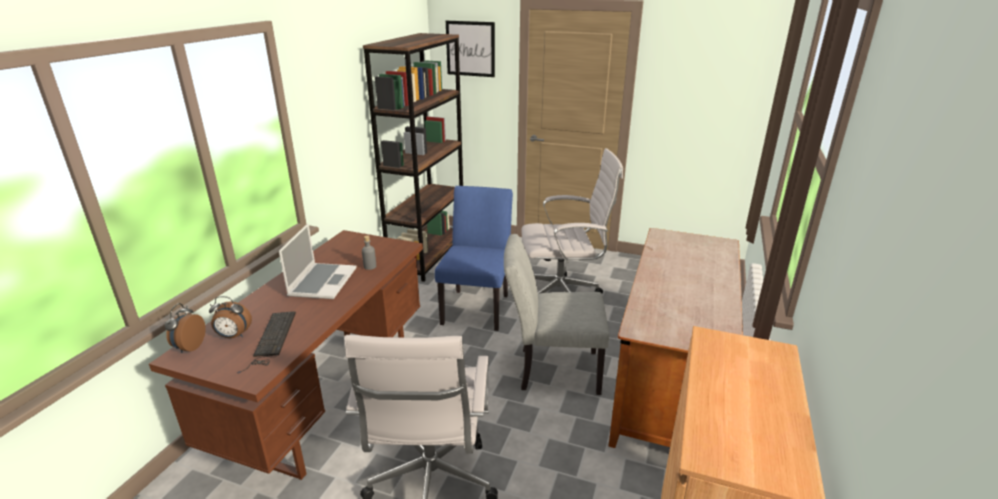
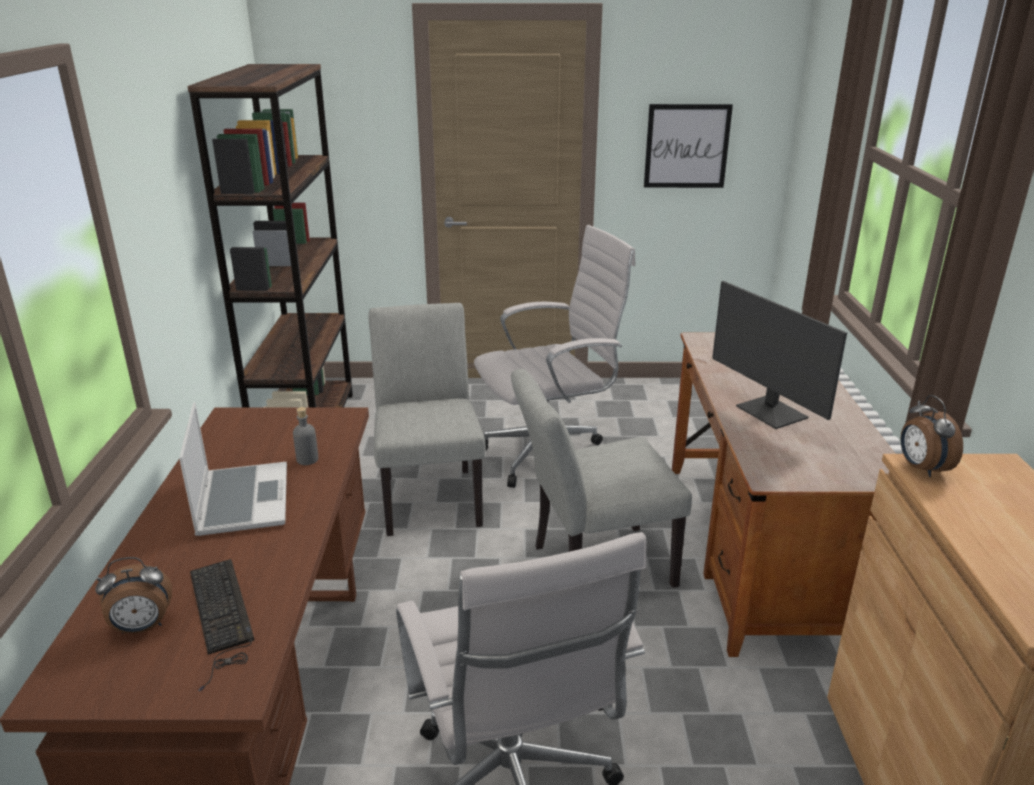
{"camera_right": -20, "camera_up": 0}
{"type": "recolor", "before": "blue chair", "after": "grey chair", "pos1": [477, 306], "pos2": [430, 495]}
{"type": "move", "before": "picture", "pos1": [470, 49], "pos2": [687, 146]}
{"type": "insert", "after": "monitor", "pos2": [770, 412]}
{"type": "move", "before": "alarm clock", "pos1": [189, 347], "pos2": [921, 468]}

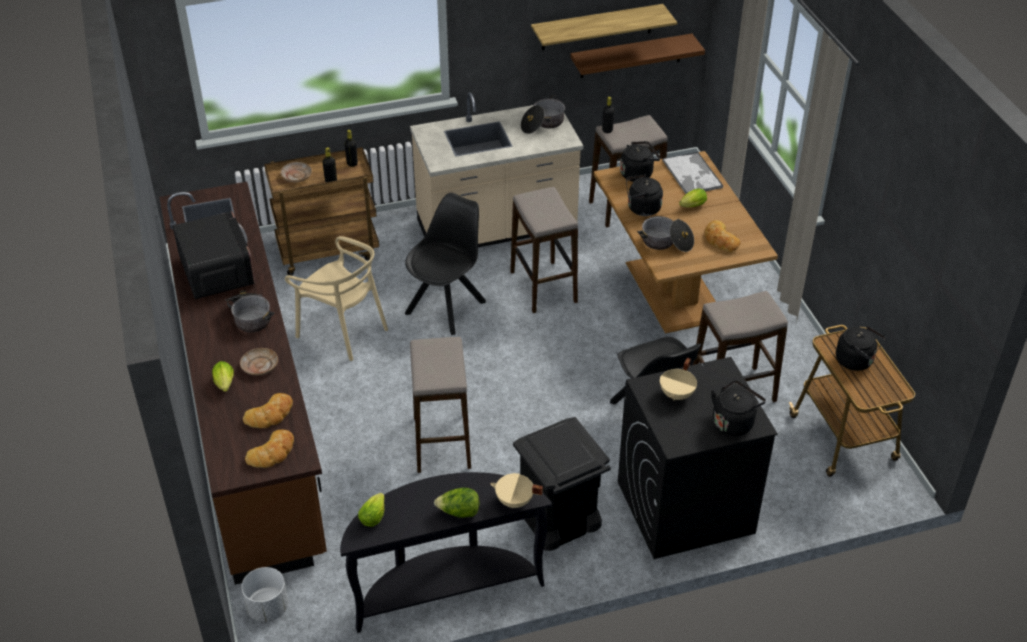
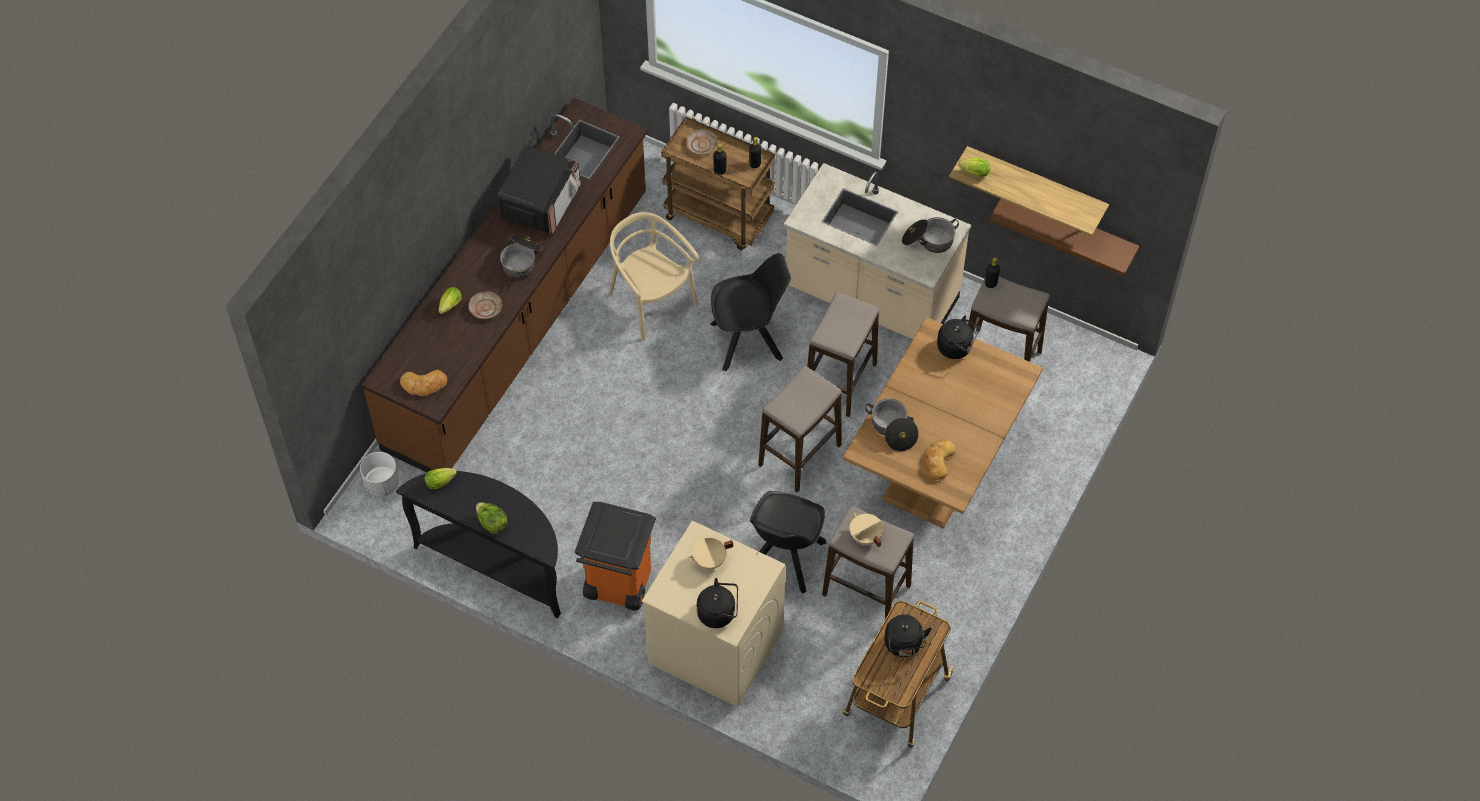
{"camera_right": 45, "camera_up": 15}
{"type": "recolor", "before": "black trash can", "after": "orange trash can", "pos1": [559, 525], "pos2": [617, 585]}
{"type": "rotate", "before": "beige chair", "pos1": [343, 331], "pos2": [651, 302], "turn": 150}
{"type": "recolor", "before": "black washing machine", "after": "beige washing machine", "pos1": [684, 508], "pos2": [714, 646]}
{"type": "move", "before": "stool", "pos1": [441, 443], "pos2": [799, 455]}
{"type": "move", "before": "beige cooking pot", "pos1": [514, 501], "pos2": [865, 537]}
{"type": "move", "before": "lettuce", "pos1": [691, 206], "pos2": [973, 172]}
{"type": "delete", "before": "bread", "pos1": [270, 415]}
{"type": "delete", "before": "black kettle", "pos1": [641, 209]}
{"type": "delete", "before": "tray", "pos1": [692, 174]}

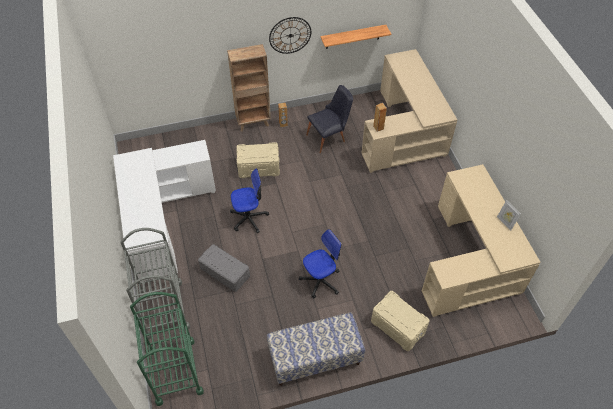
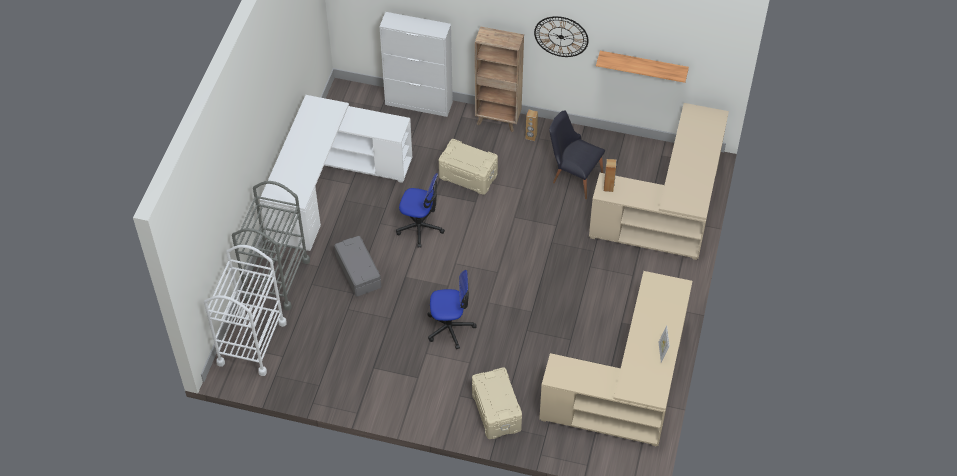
{"camera_right": 30, "camera_up": 0}
{"type": "recolor", "before": "green cart", "after": "white cart", "pos1": [175, 371], "pos2": [252, 343]}
{"type": "insert", "after": "white cabinet", "pos2": [419, 103]}
{"type": "rotate", "before": "black chair", "pos1": [329, 137], "pos2": [573, 176], "turn": -150}
{"type": "delete", "before": "bench", "pos1": [315, 359]}

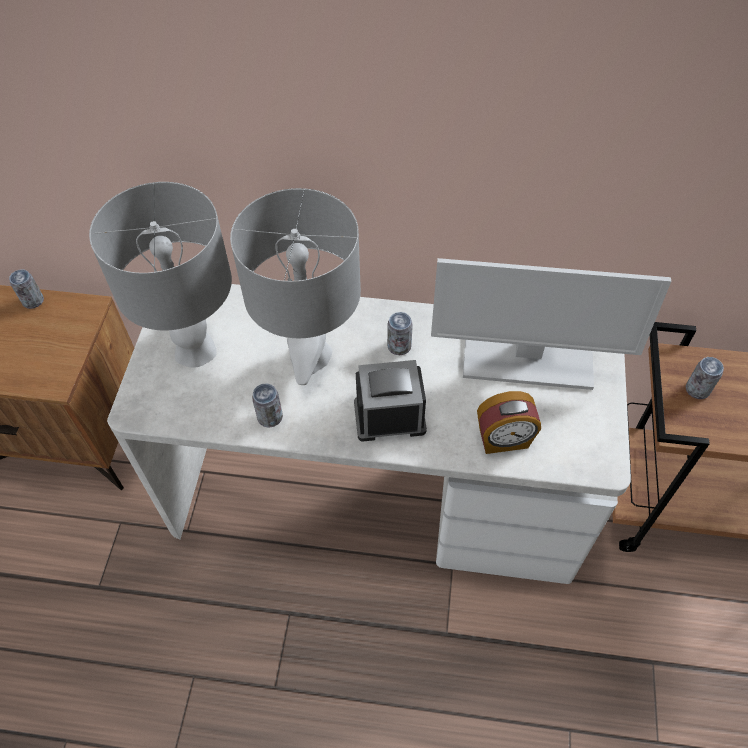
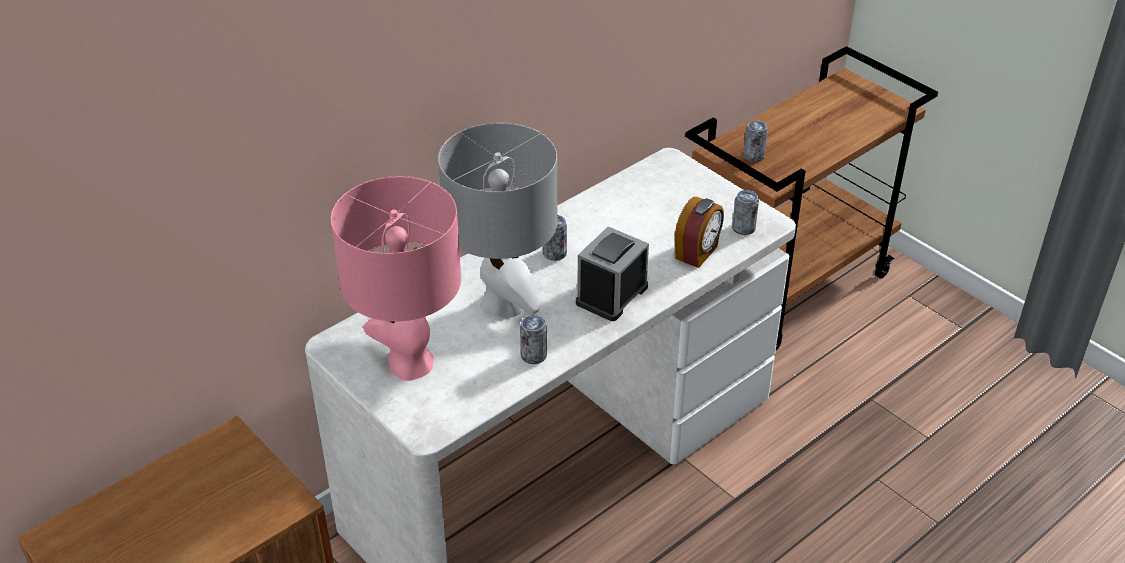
{"camera_right": -50, "camera_up": -15}
{"type": "recolor", "before": "grey table lamp", "after": "pink table lamp", "pos1": [195, 349], "pos2": [409, 363]}
{"type": "move", "before": "can", "pos1": [33, 301], "pos2": [743, 228]}
{"type": "delete", "before": "monitor", "pos1": [526, 359]}

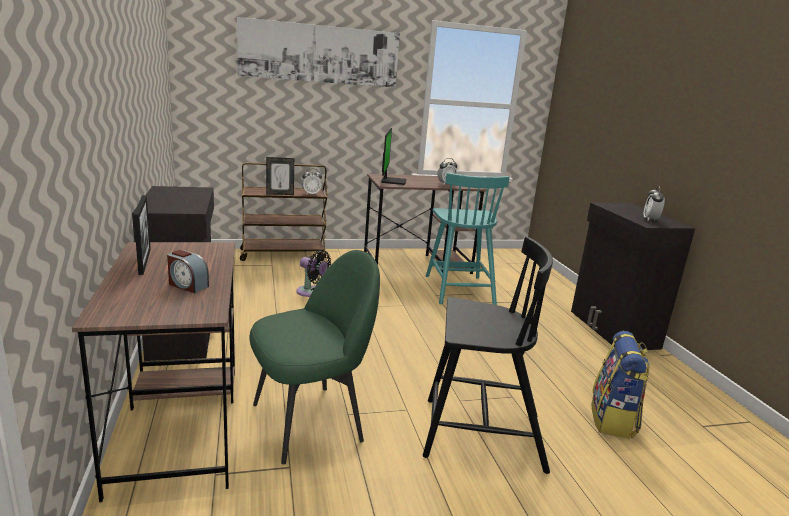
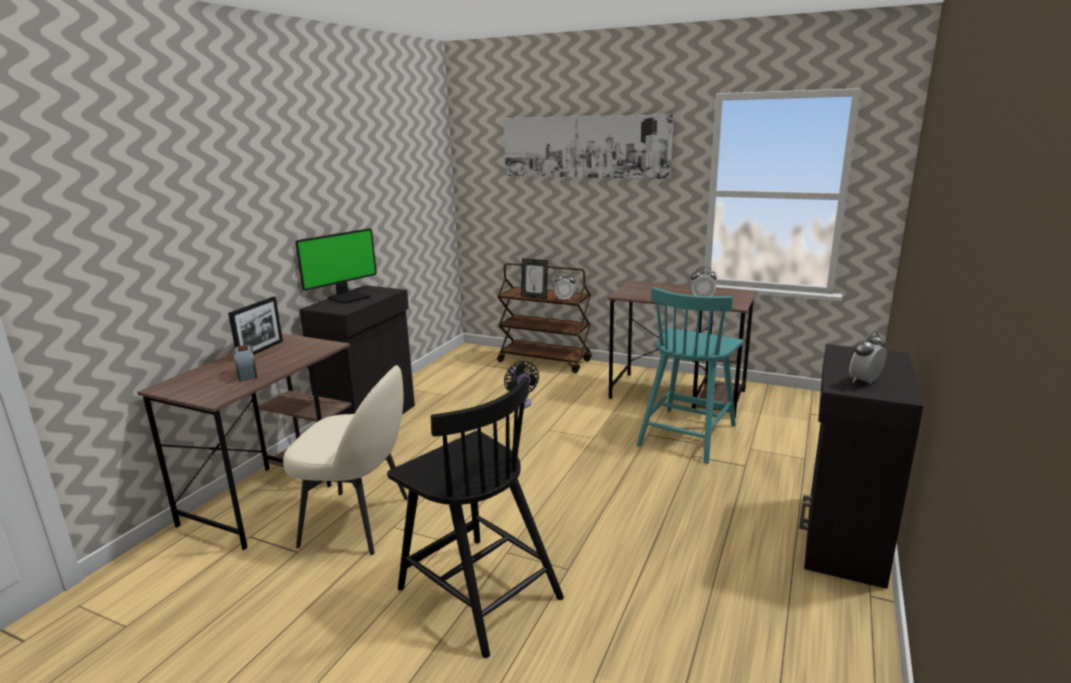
{"camera_right": 40, "camera_up": 0}
{"type": "recolor", "before": "green chair", "after": "beige chair", "pos1": [310, 421], "pos2": [359, 522]}
{"type": "move", "before": "monitor", "pos1": [392, 181], "pos2": [348, 297]}
{"type": "delete", "before": "backpack", "pos1": [613, 420]}

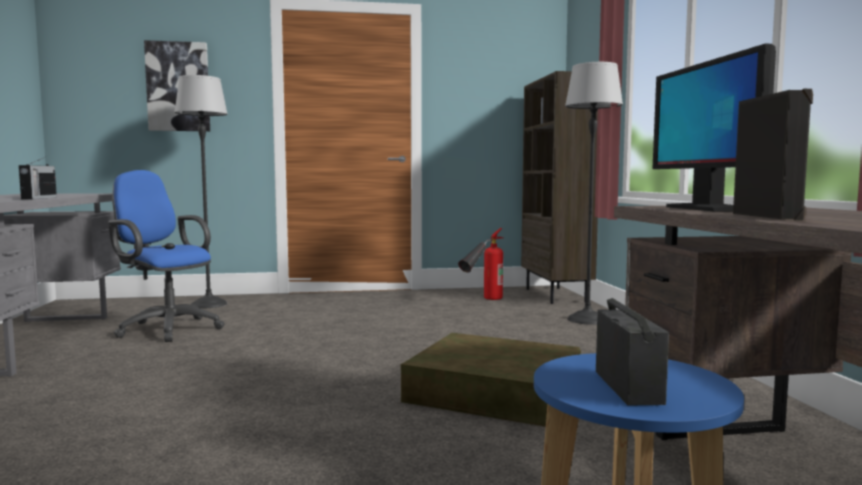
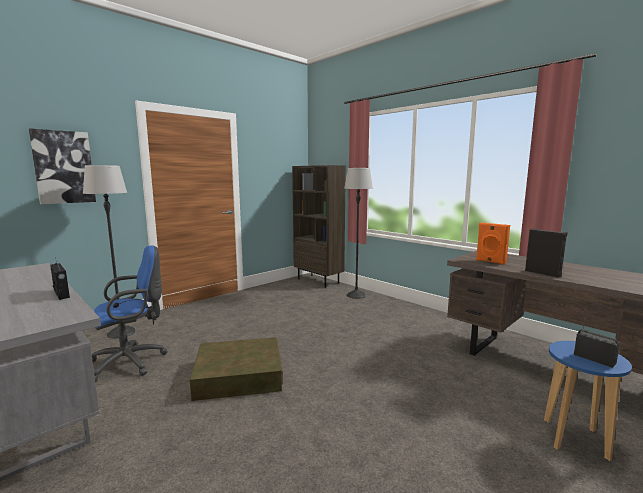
{"camera_right": -35, "camera_up": 5}
{"type": "rotate", "before": "blue office chair", "pos1": [166, 328], "pos2": [132, 362], "turn": 150}
{"type": "move", "before": "brown storage box", "pos1": [493, 391], "pos2": [238, 374]}
{"type": "replace", "before": "monitor", "after": "orange speaker", "pos1": [706, 209], "pos2": [490, 262]}
{"type": "delete", "before": "fire extinguisher", "pos1": [483, 301]}

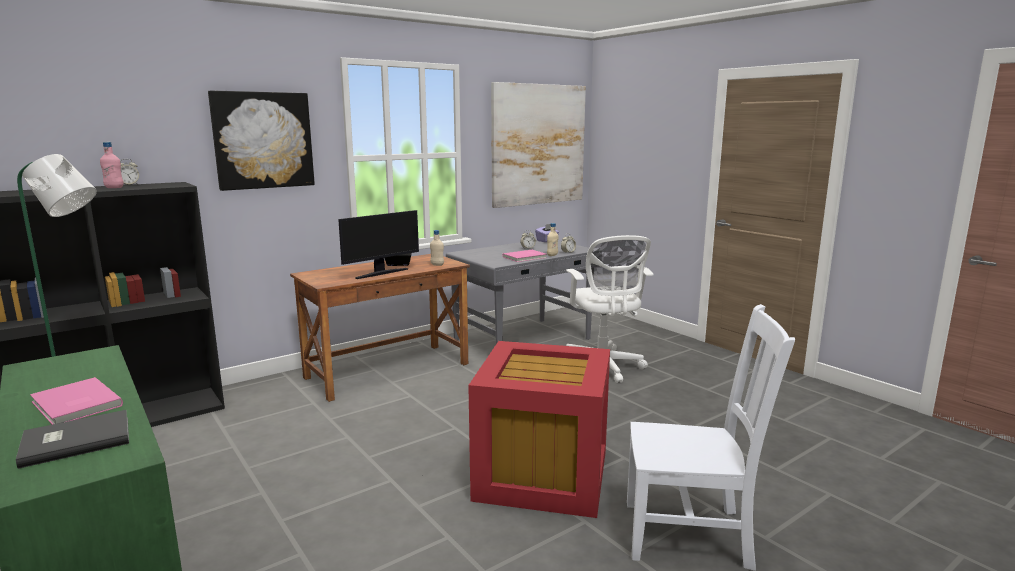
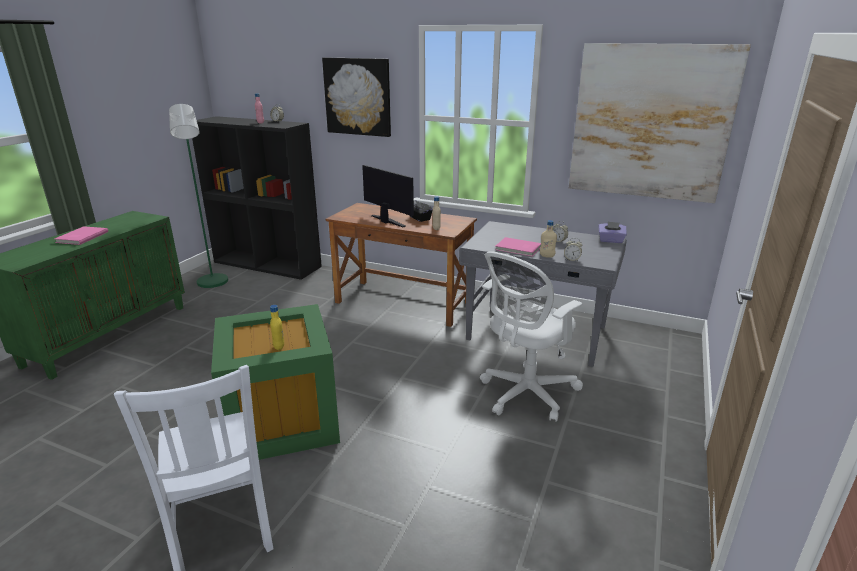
{"camera_right": 60, "camera_up": 10}
{"type": "recolor", "before": "red storage box", "after": "green storage box", "pos1": [544, 476], "pos2": [280, 422]}
{"type": "insert", "after": "yellow bottle", "pos2": [279, 347]}
{"type": "rotate", "before": "monitor", "pos1": [381, 273], "pos2": [386, 221], "turn": -150}
{"type": "delete", "before": "grey book", "pos1": [75, 440]}

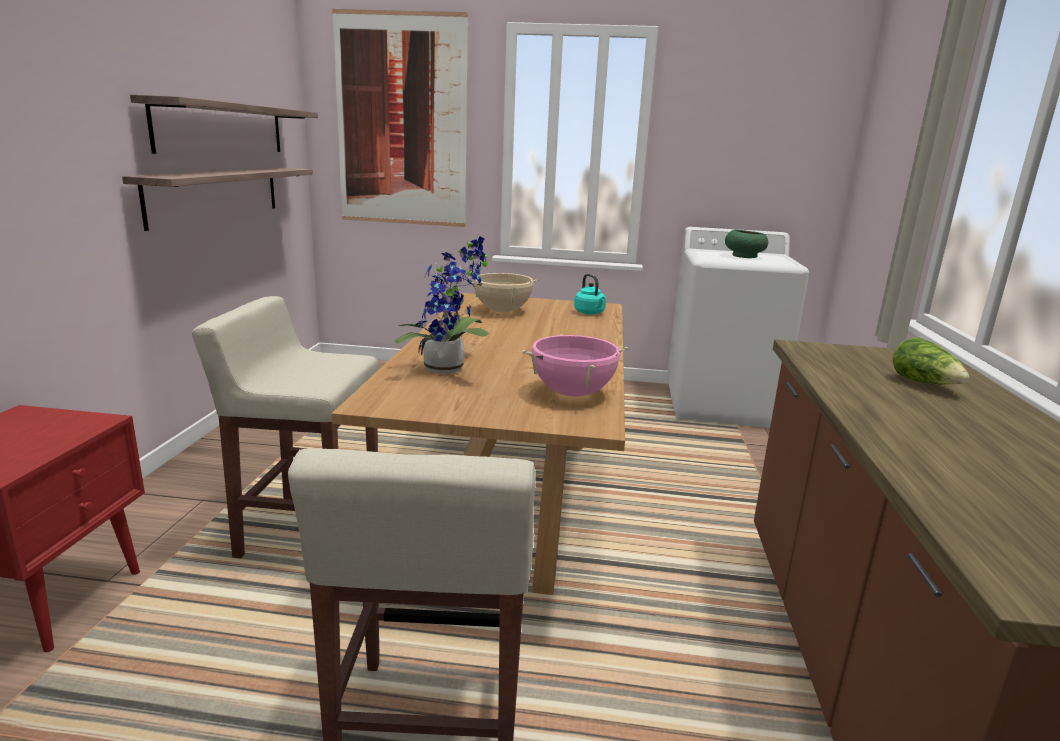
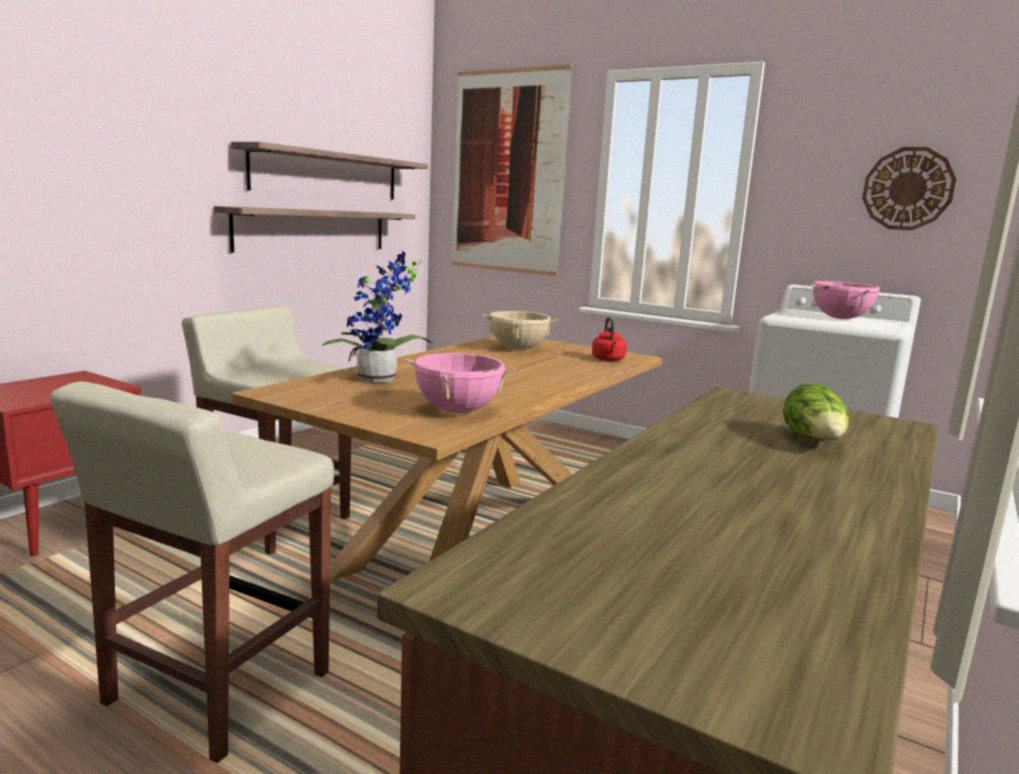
{"camera_right": 25, "camera_up": -5}
{"type": "recolor", "before": "turquoise kettle", "after": "red kettle", "pos1": [590, 313], "pos2": [608, 360]}
{"type": "replace", "before": "green bowl", "after": "pink cooking pot", "pos1": [744, 256], "pos2": [840, 318]}
{"type": "insert", "after": "wall clock", "pos2": [907, 189]}

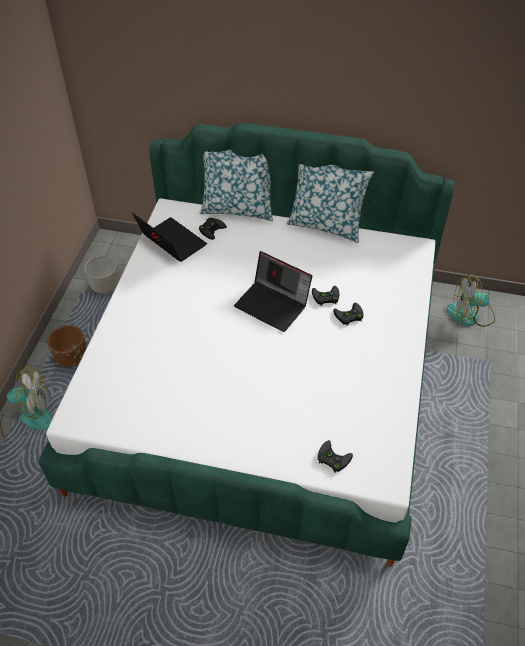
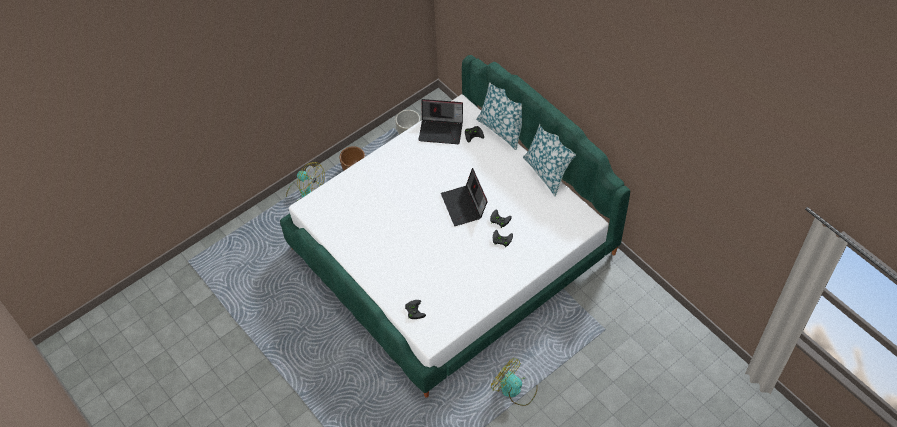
{"camera_right": 40, "camera_up": 5}
{"type": "rotate", "before": "laptop", "pos1": [170, 242], "pos2": [441, 130], "turn": 105}
{"type": "move", "before": "fan", "pos1": [470, 315], "pos2": [515, 389]}

